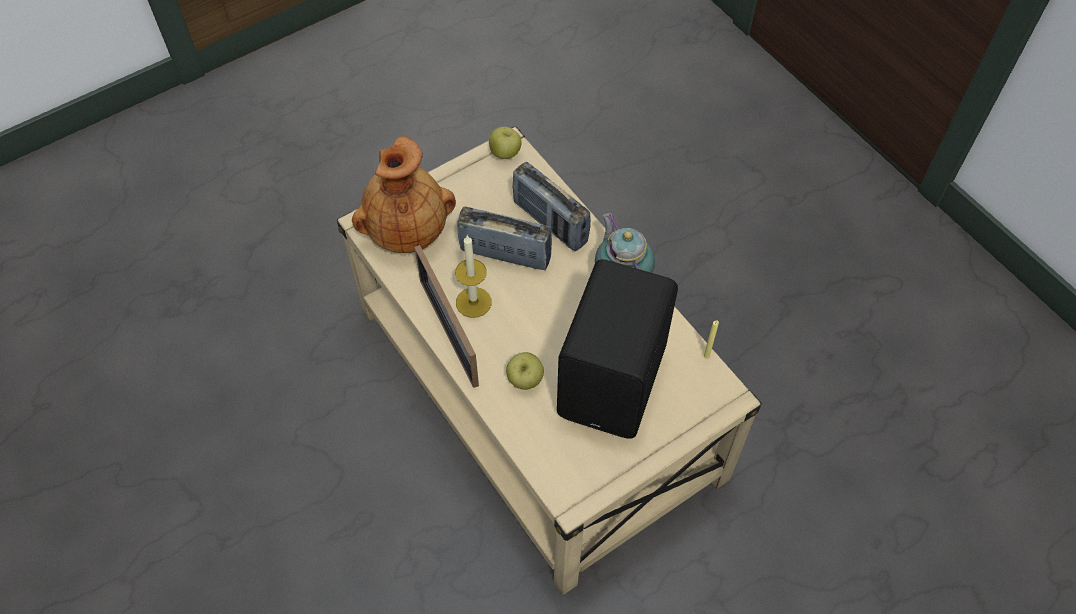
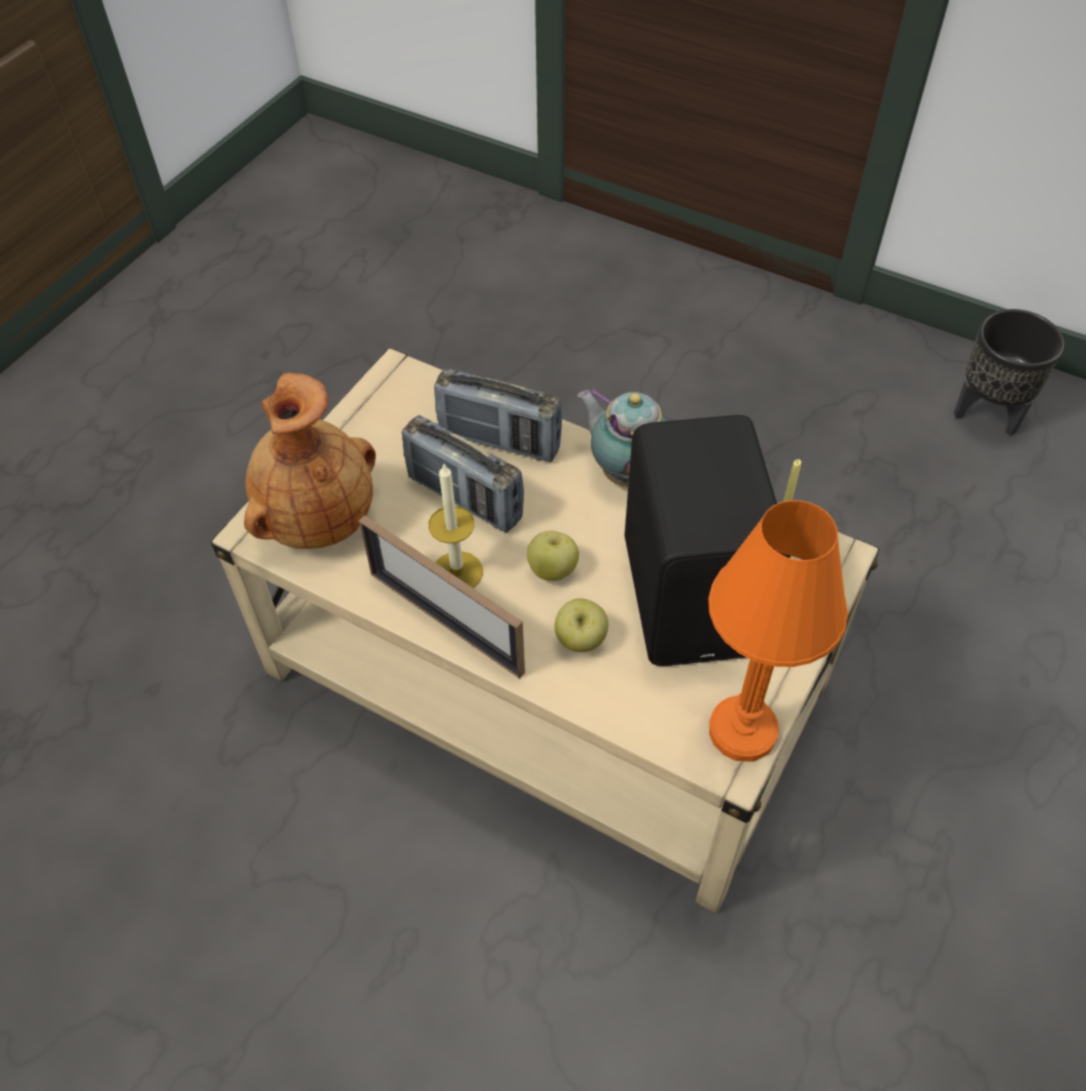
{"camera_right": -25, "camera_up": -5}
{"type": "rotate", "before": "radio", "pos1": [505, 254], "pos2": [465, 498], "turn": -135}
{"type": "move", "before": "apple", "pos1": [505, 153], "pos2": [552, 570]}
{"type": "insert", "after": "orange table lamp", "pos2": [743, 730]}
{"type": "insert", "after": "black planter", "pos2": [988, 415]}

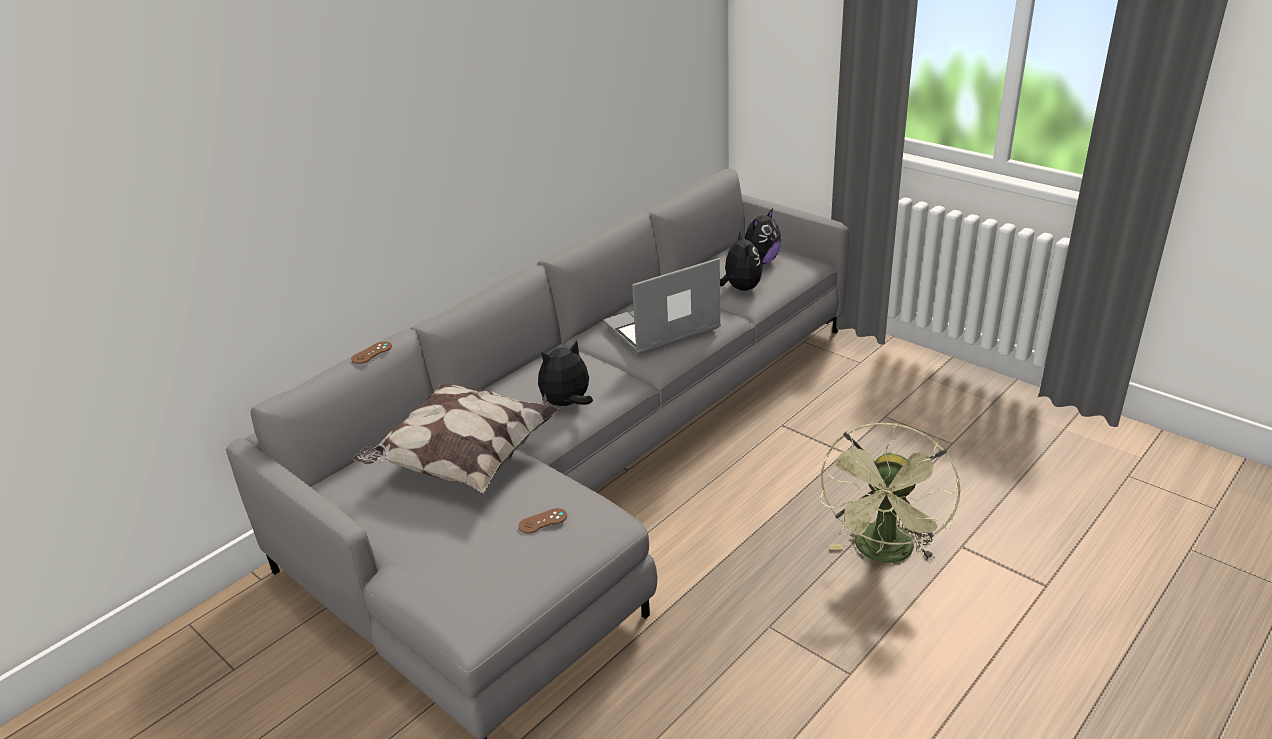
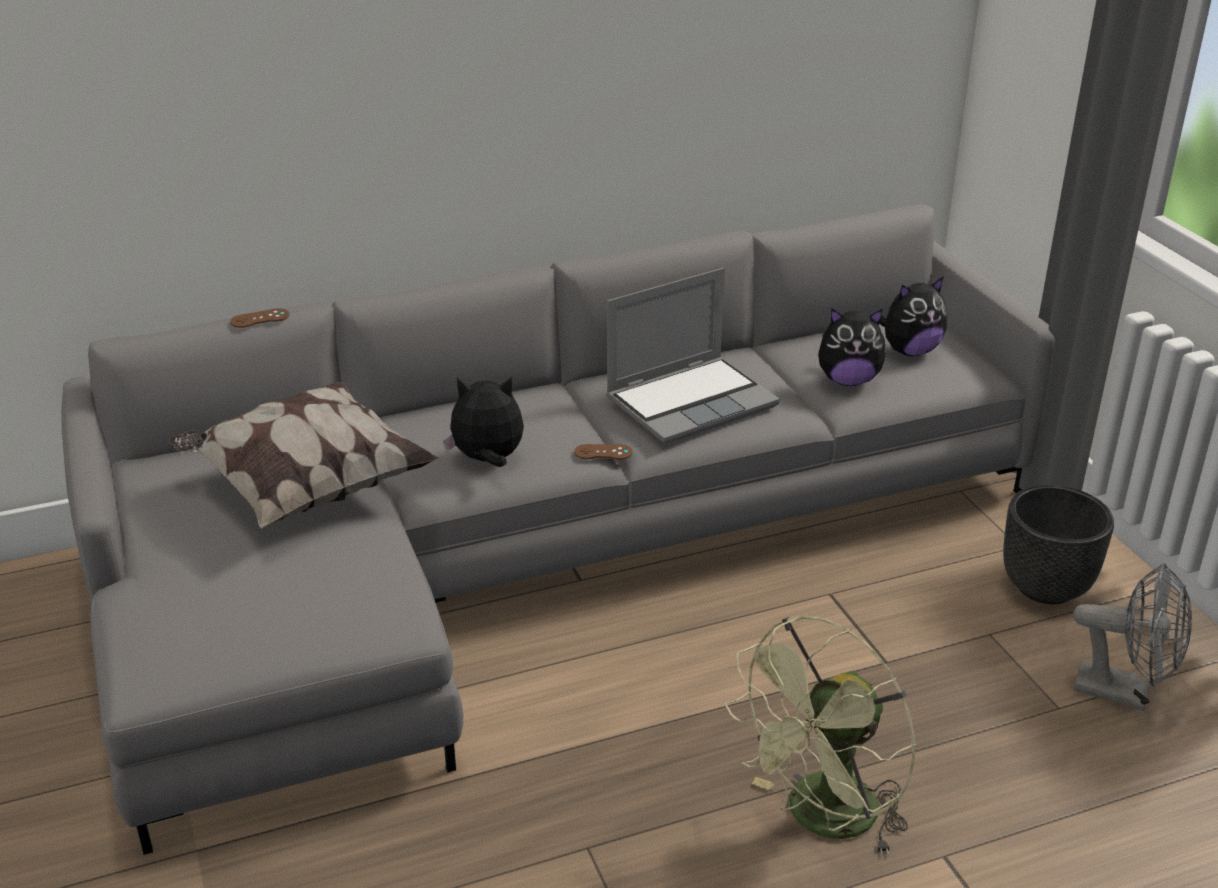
{"camera_right": 25, "camera_up": 0}
{"type": "move", "before": "brown game controller", "pos1": [543, 521], "pos2": [603, 452]}
{"type": "rotate", "before": "laptop", "pos1": [661, 328], "pos2": [692, 401], "turn": 150}
{"type": "rotate", "before": "plush toy", "pos1": [740, 288], "pos2": [848, 380], "turn": 75}
{"type": "insert", "after": "black planter", "pos2": [1047, 587]}
{"type": "insert", "after": "grey fan", "pos2": [1124, 692]}

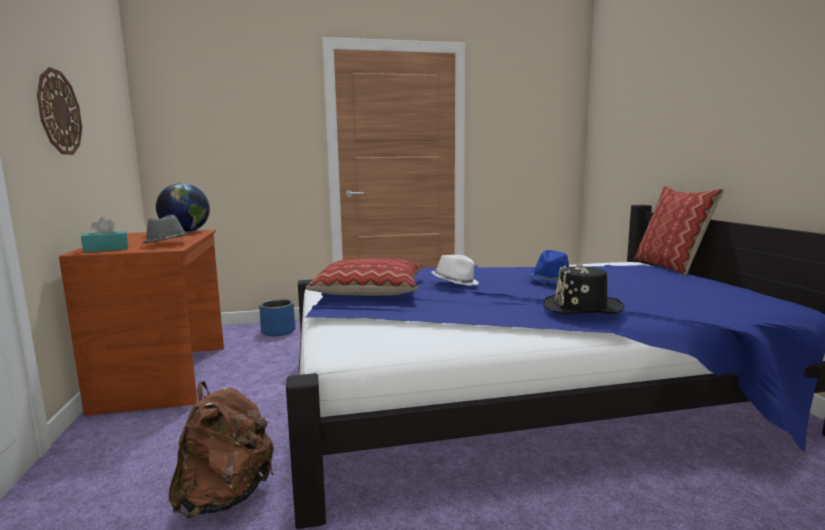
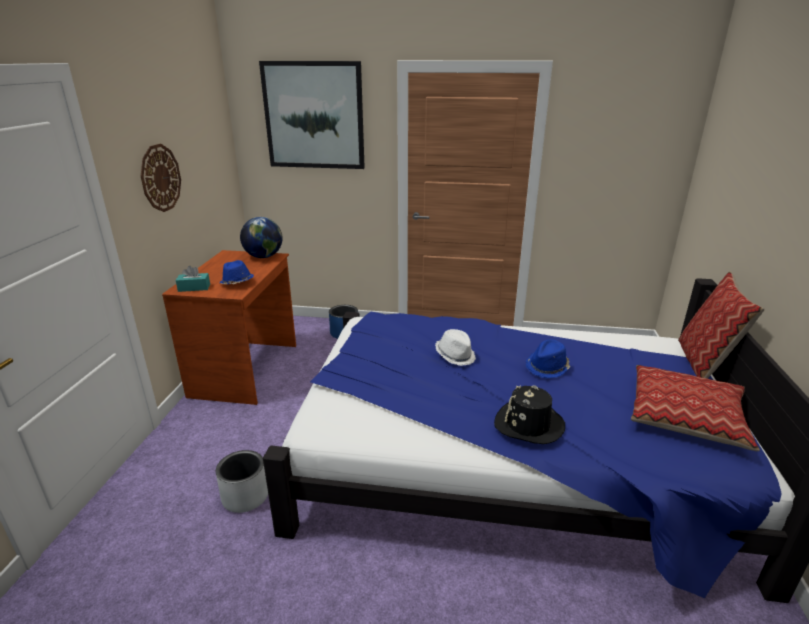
{"camera_right": 20, "camera_up": 15}
{"type": "replace", "before": "brown backpack", "after": "grey planter", "pos1": [226, 496], "pos2": [245, 496]}
{"type": "recolor", "before": "grey hat", "after": "blue hat", "pos1": [166, 244], "pos2": [237, 283]}
{"type": "insert", "after": "picture", "pos2": [314, 116]}
{"type": "move", "before": "pillow", "pos1": [370, 291], "pos2": [686, 416]}

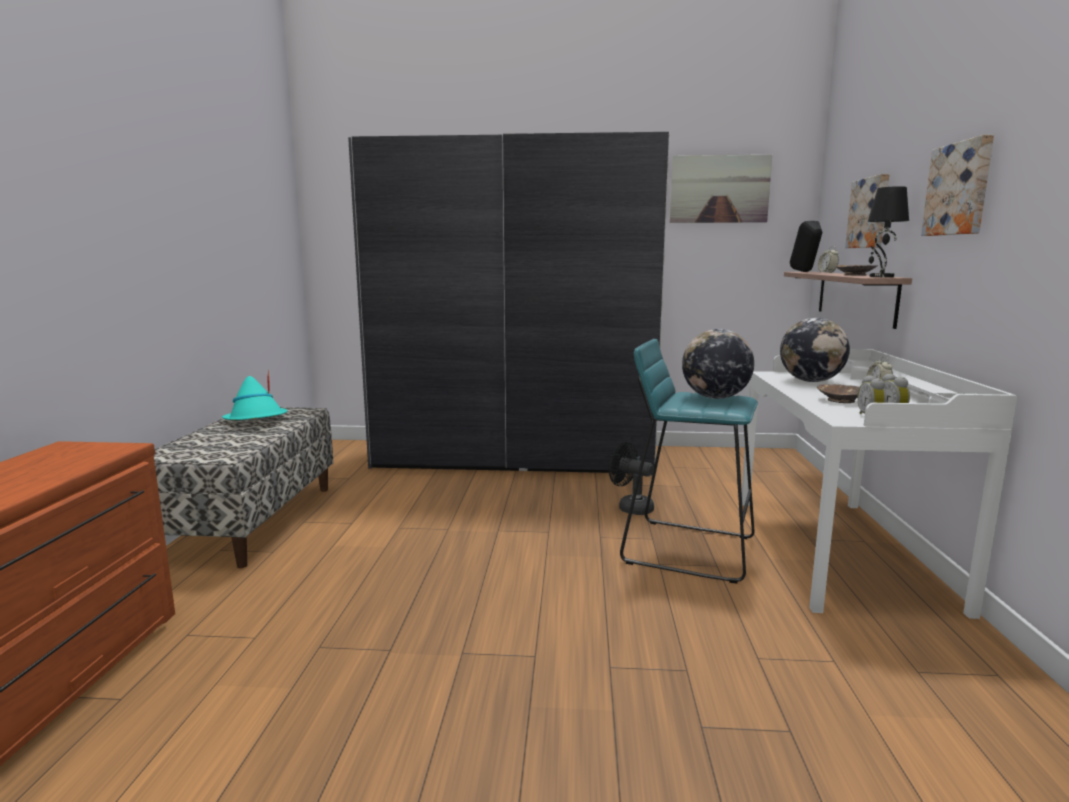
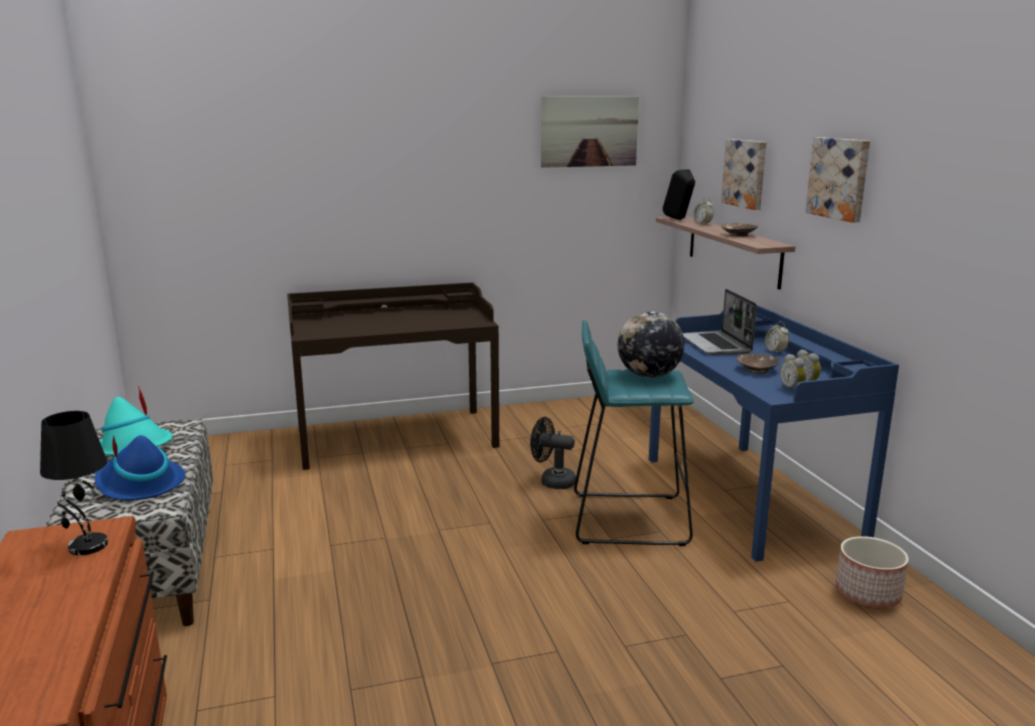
{"camera_right": -20, "camera_up": 5}
{"type": "move", "before": "black table lamp", "pos1": [881, 276], "pos2": [87, 546]}
{"type": "insert", "after": "blue hat", "pos2": [139, 484]}
{"type": "replace", "before": "grey wardrobe", "after": "brown desk", "pos1": [514, 457], "pos2": [396, 437]}
{"type": "recolor", "before": "white desk", "after": "blue desk", "pos1": [839, 549], "pos2": [751, 496]}
{"type": "replace", "before": "globe", "after": "laptop", "pos1": [811, 381], "pos2": [716, 345]}
{"type": "insert", "after": "planter", "pos2": [868, 594]}

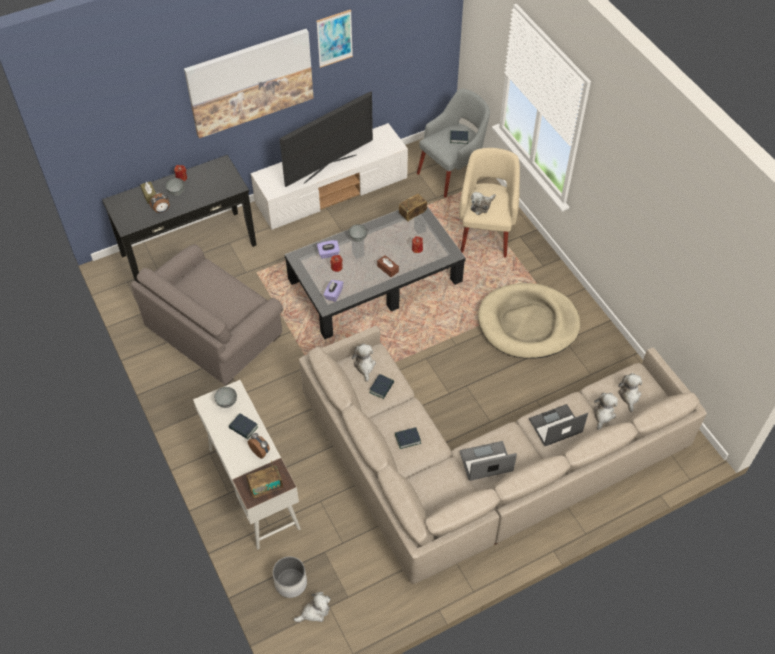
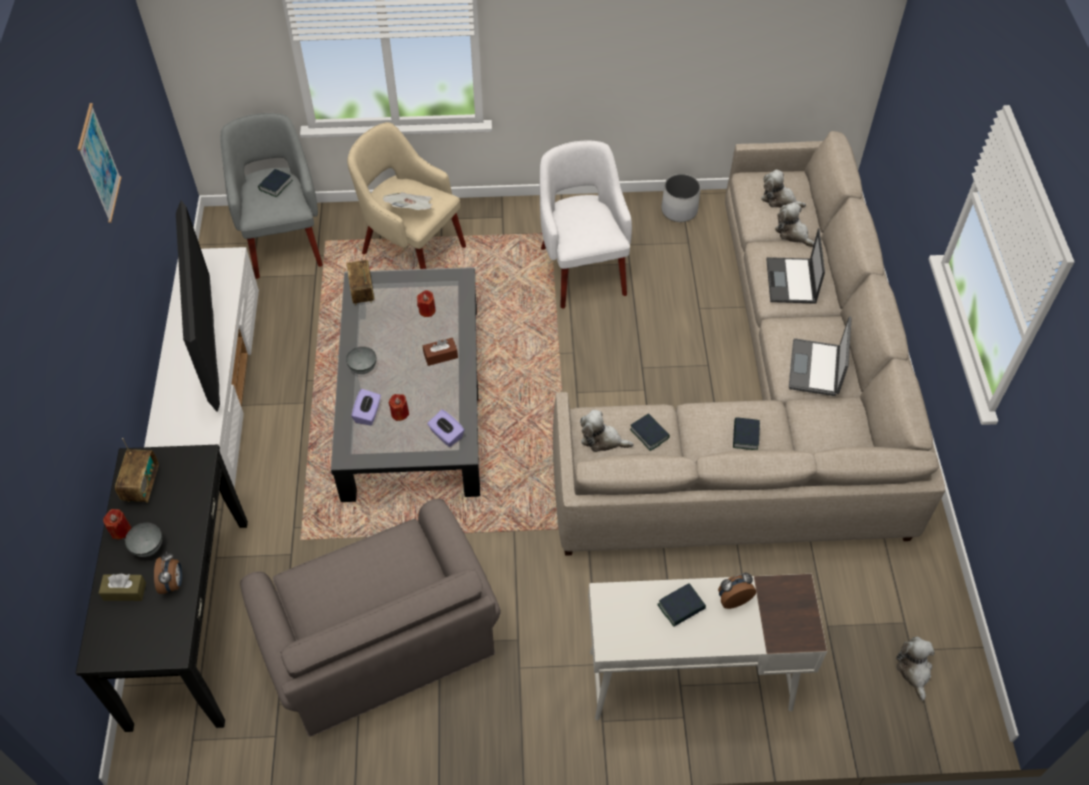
{"camera_right": -65, "camera_up": 0}
{"type": "move", "before": "radio", "pos1": [265, 487], "pos2": [142, 485]}
{"type": "replace", "before": "plush toy", "after": "newspaper", "pos1": [481, 206], "pos2": [411, 210]}
{"type": "replace", "before": "beige dog bed", "after": "white armchair", "pos1": [528, 323], "pos2": [582, 268]}
{"type": "move", "before": "white planter", "pos1": [290, 583], "pos2": [679, 210]}
{"type": "delete", "before": "picture", "pos1": [250, 82]}
{"type": "delete", "before": "grey bowl", "pos1": [226, 403]}

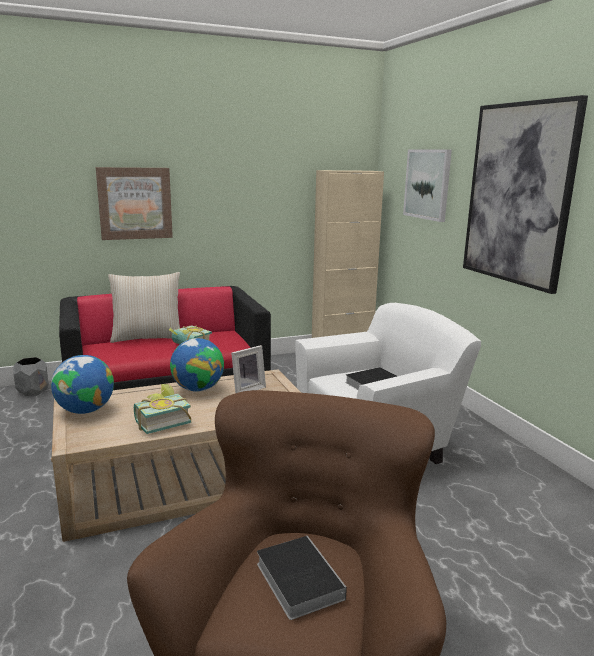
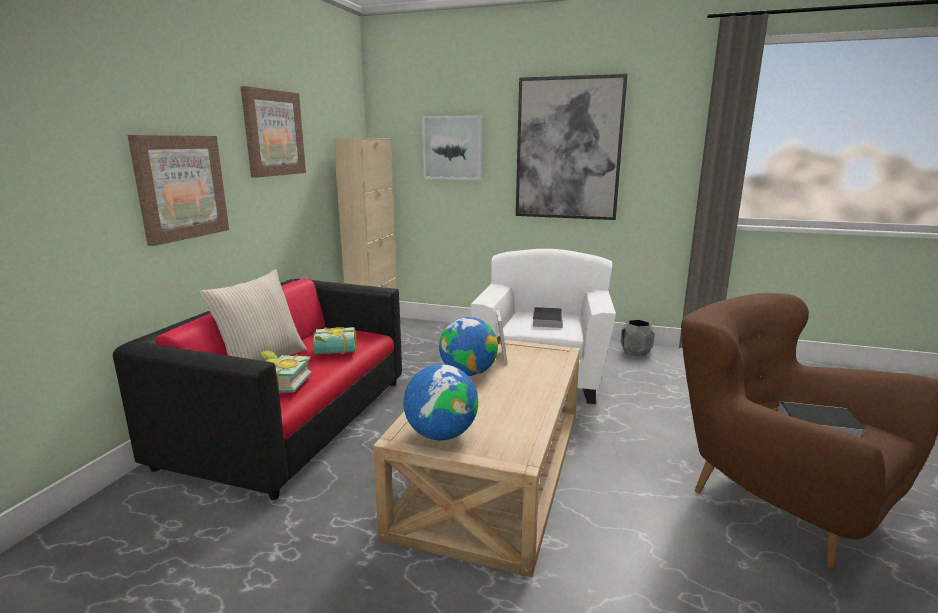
{"camera_right": -50, "camera_up": 0}
{"type": "insert", "after": "picture", "pos2": [273, 133]}
{"type": "move", "before": "book", "pos1": [161, 421], "pos2": [281, 384]}
{"type": "move", "before": "grey planter", "pos1": [33, 391], "pos2": [635, 351]}

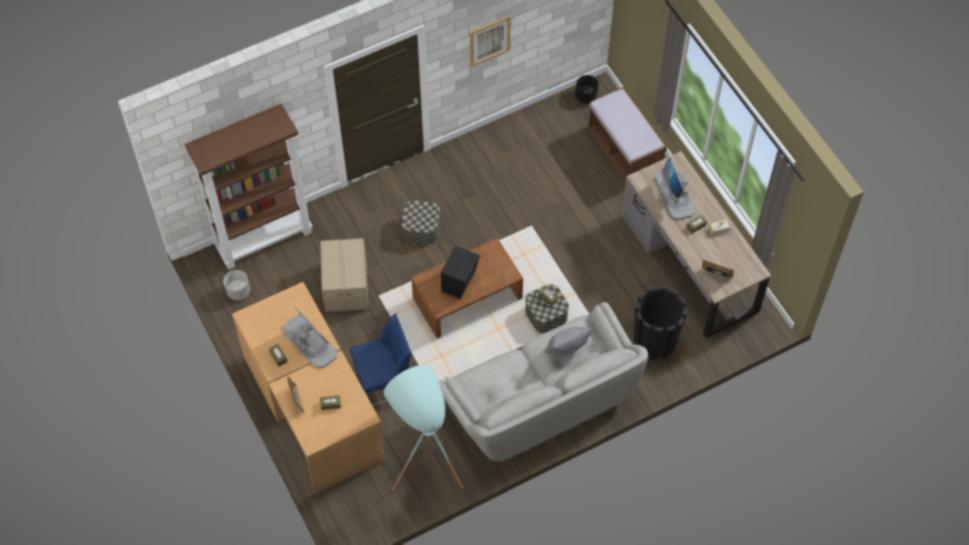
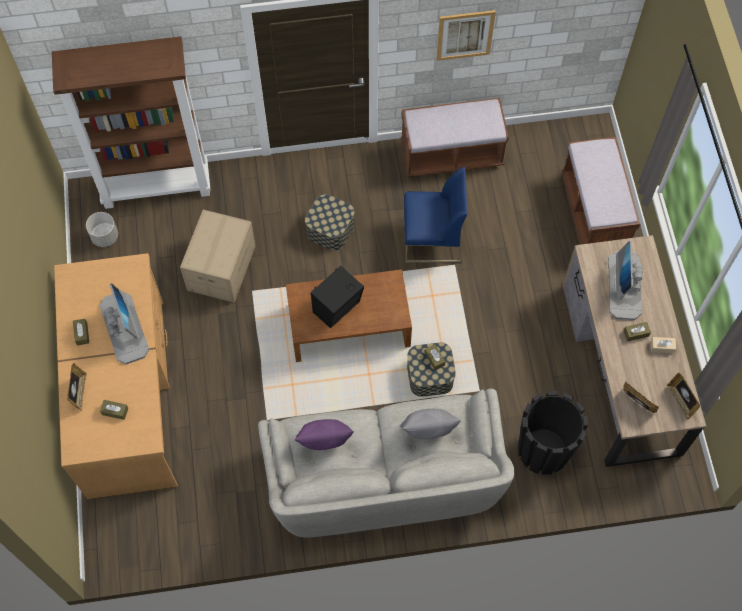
{"camera_right": 20, "camera_up": 5}
{"type": "insert", "after": "purple pillow", "pos2": [324, 441]}
{"type": "insert", "after": "brown bench", "pos2": [451, 155]}
{"type": "move", "before": "blue chair", "pos1": [384, 381], "pos2": [432, 240]}
{"type": "insert", "after": "picture frame", "pos2": [680, 401]}
{"type": "delete", "before": "turquoise floor lamp", "pos1": [424, 460]}
{"type": "delete", "before": "black planter", "pos1": [586, 96]}

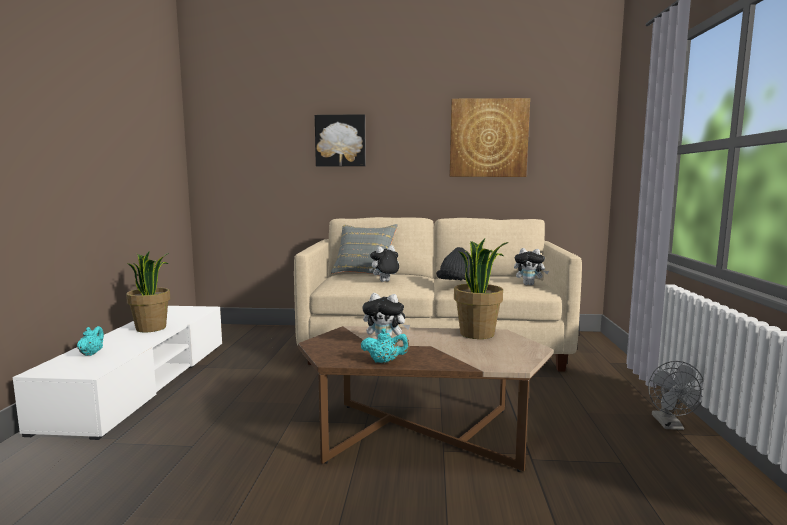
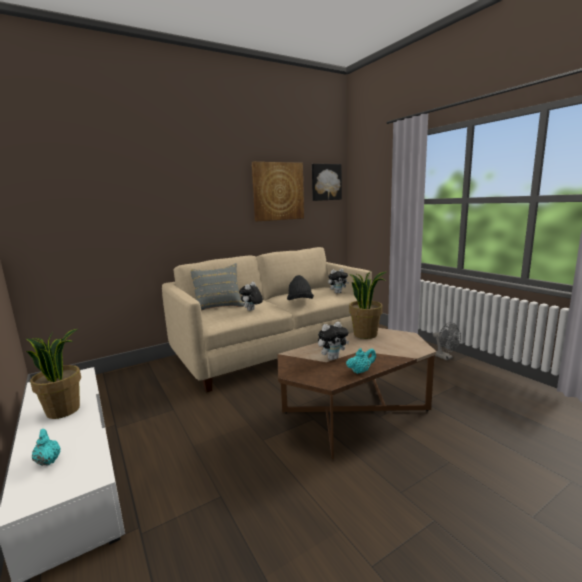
{"camera_right": -35, "camera_up": 5}
{"type": "move", "before": "picture", "pos1": [340, 141], "pos2": [326, 182]}

